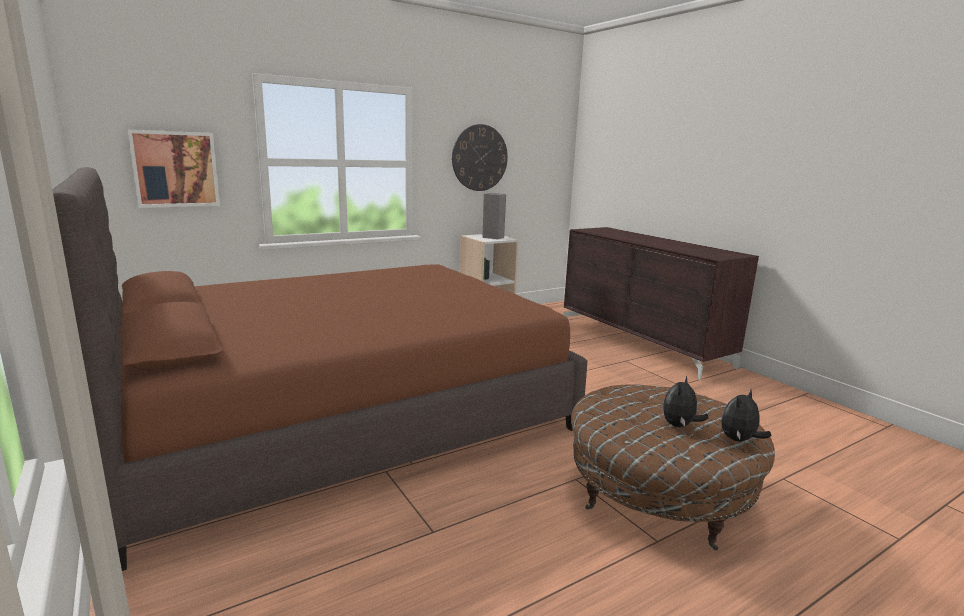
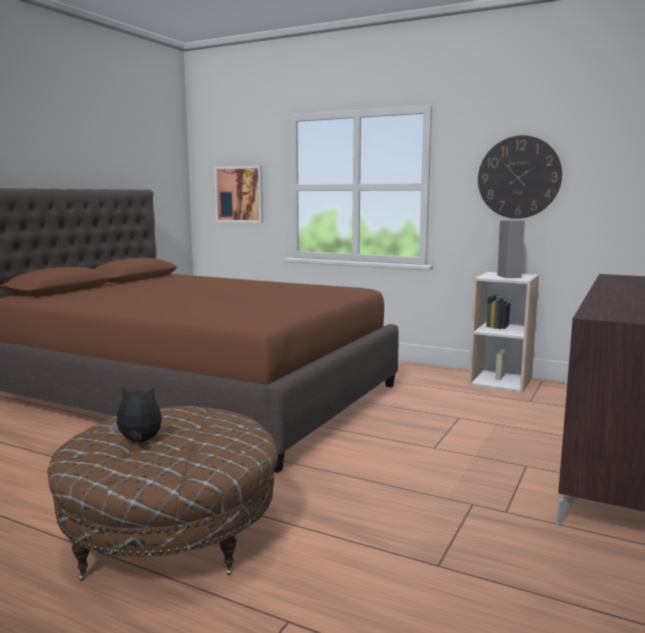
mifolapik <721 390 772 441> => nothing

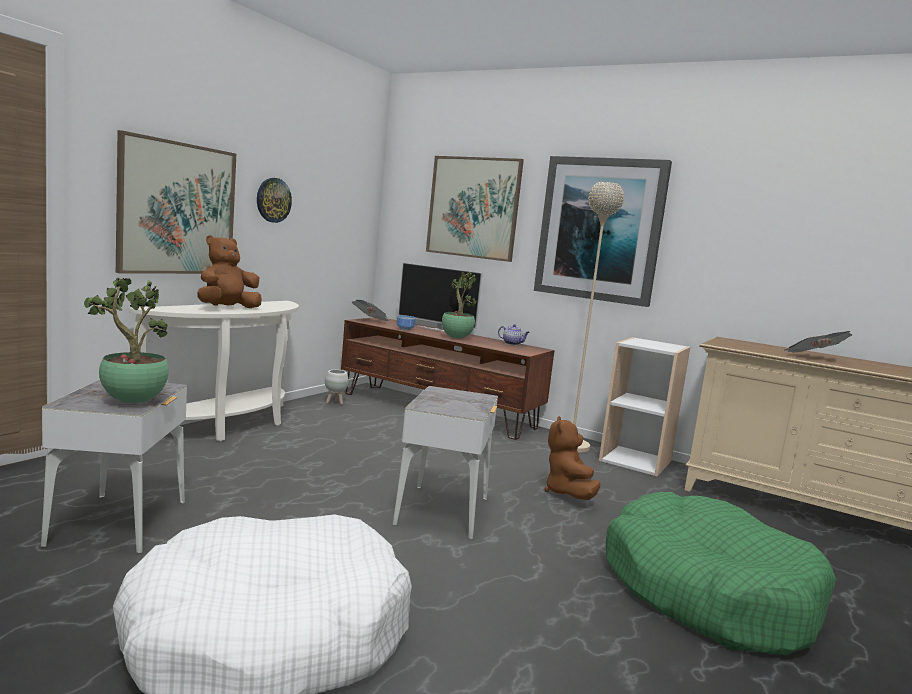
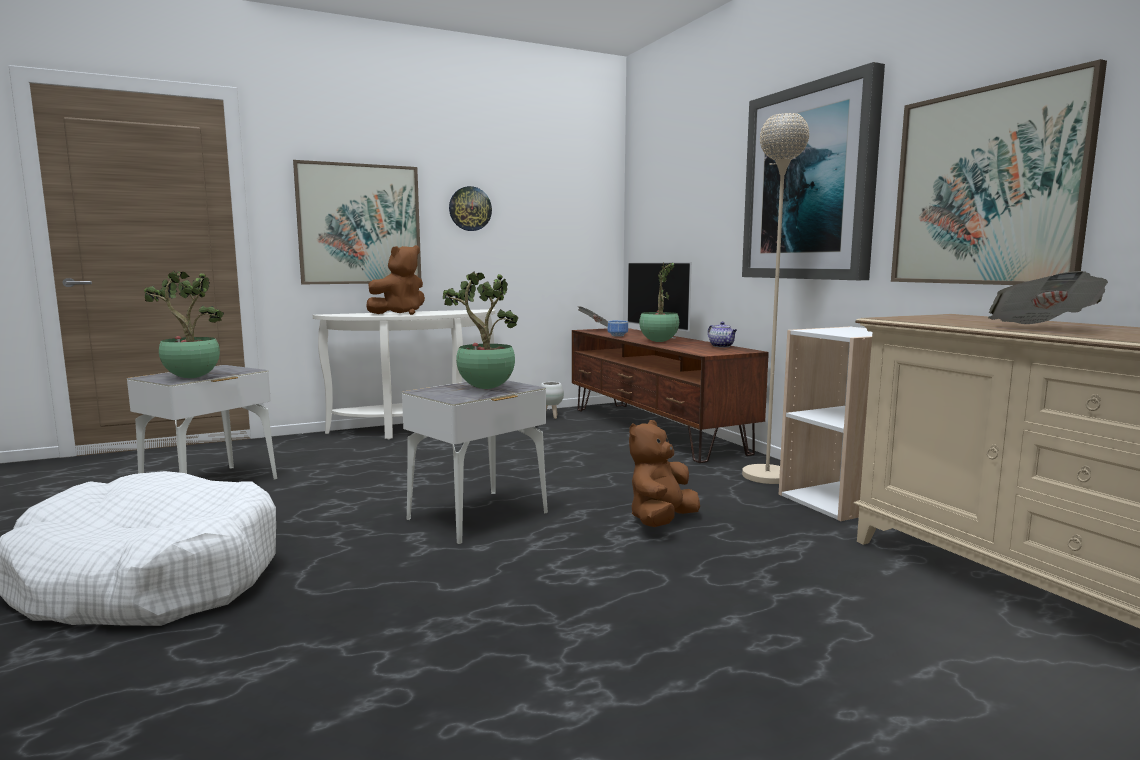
brown mifolapik <198 235 262 308> => brown mifolapik <366 245 425 315>, 150 degrees clockwise
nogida <426 156 524 262> => nogida <891 59 1107 285>, move
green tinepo <606 492 836 656> => nothing
nothing => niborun <443 272 518 389>

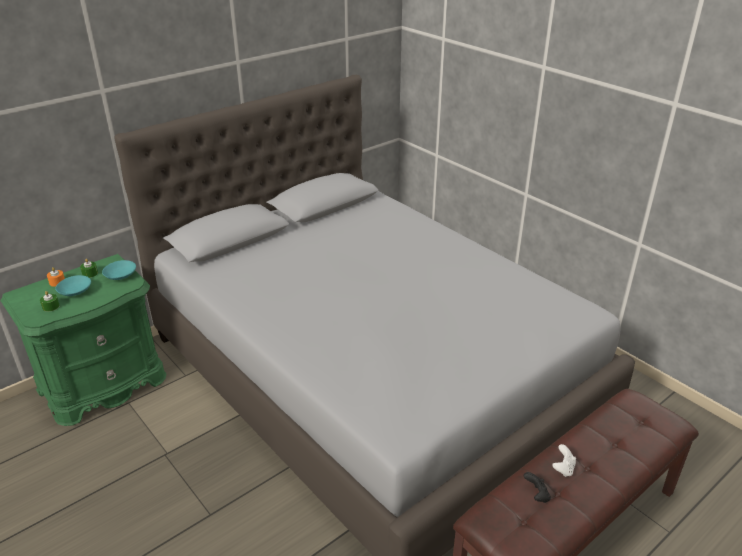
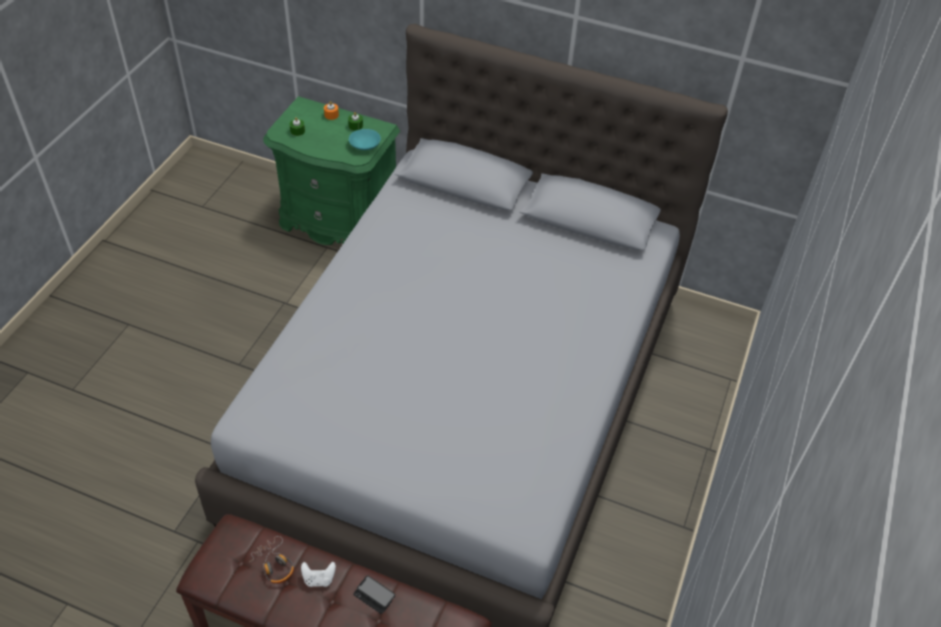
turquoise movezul <55 275 91 296> => nothing
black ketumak <524 472 551 503> => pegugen <248 536 294 584>
nothing => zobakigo <353 576 395 614>

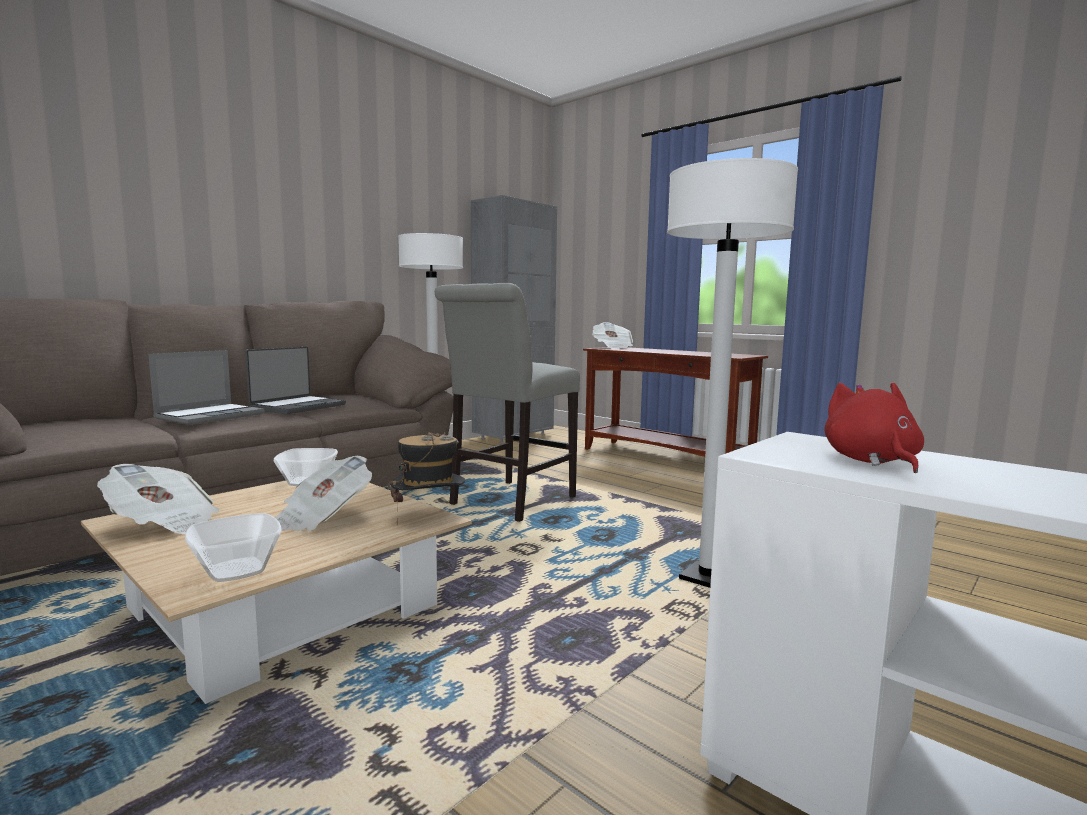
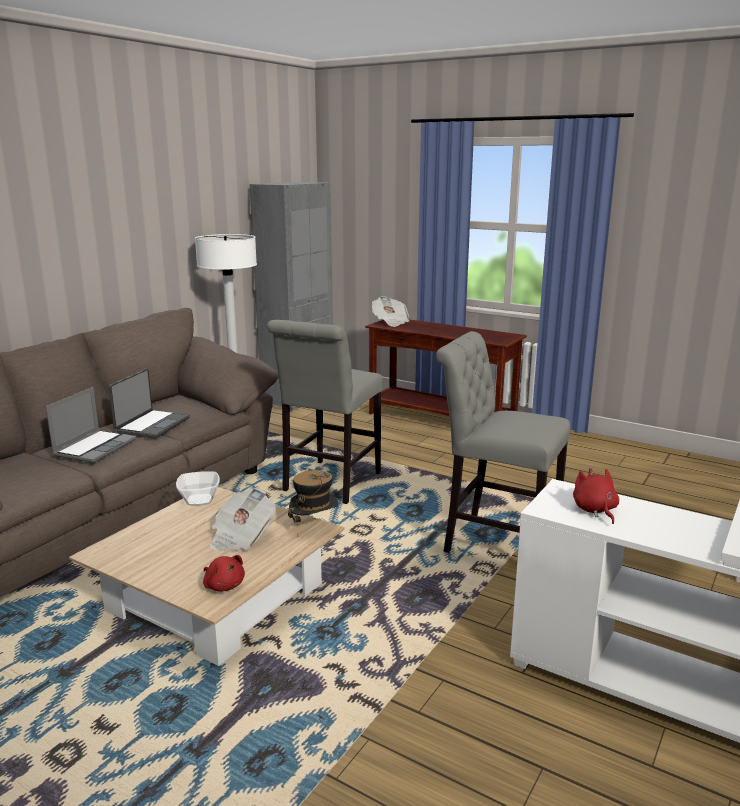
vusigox <97 464 220 534> => nothing
movezul <185 513 282 582> => red mifolapik <203 555 245 592>
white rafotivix <667 158 798 588> => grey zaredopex <436 331 570 553>

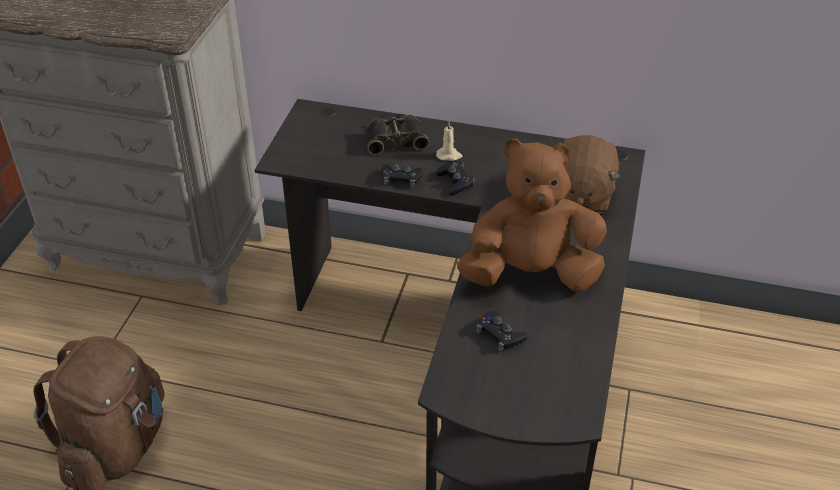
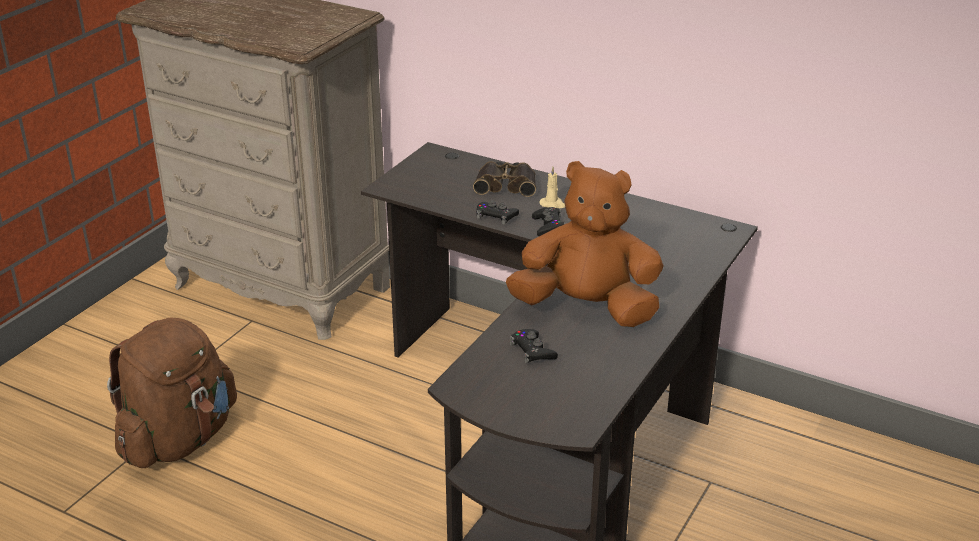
brown mifolapik <563 135 621 214> => nothing

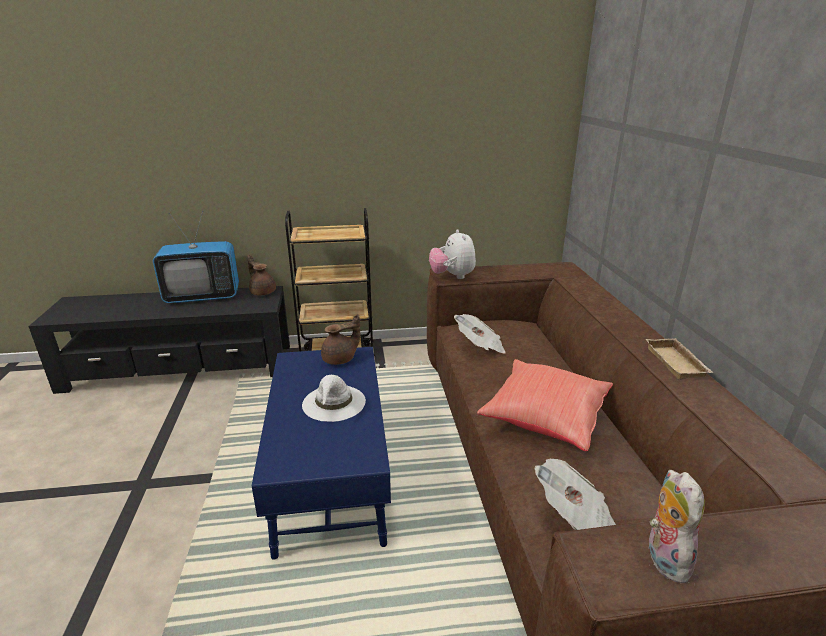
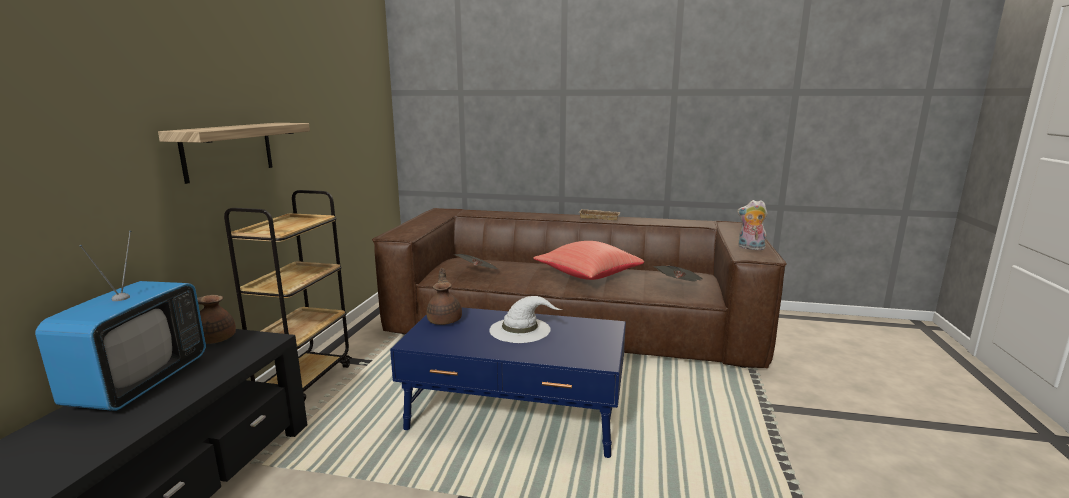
mifolapik <429 229 476 279> => nothing
nothing => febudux <158 123 310 184>

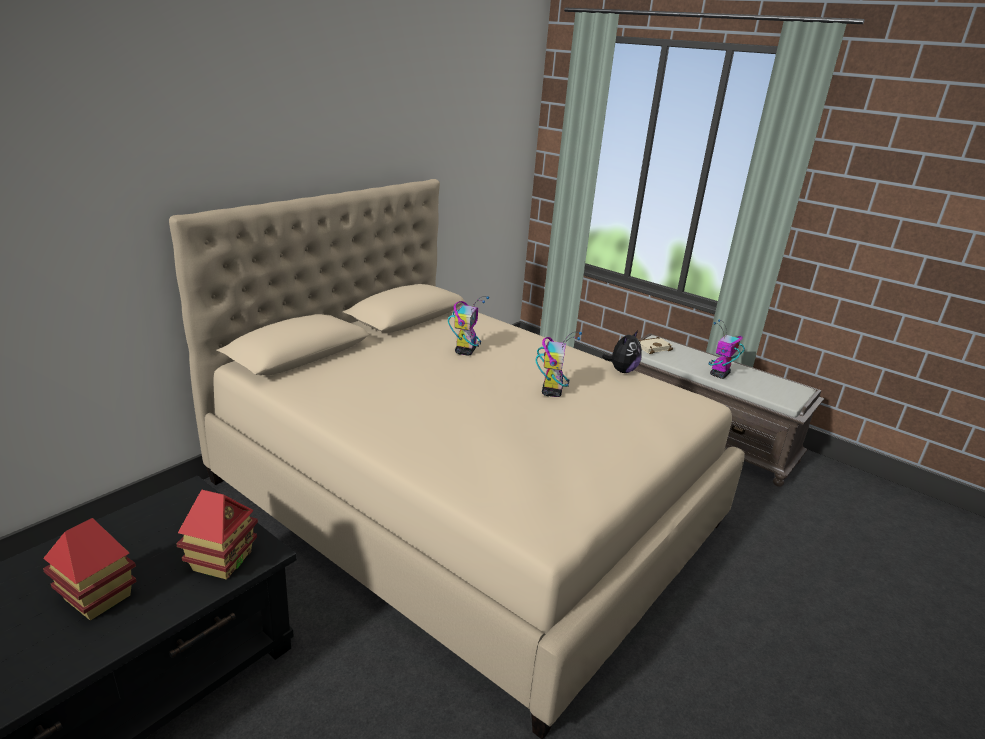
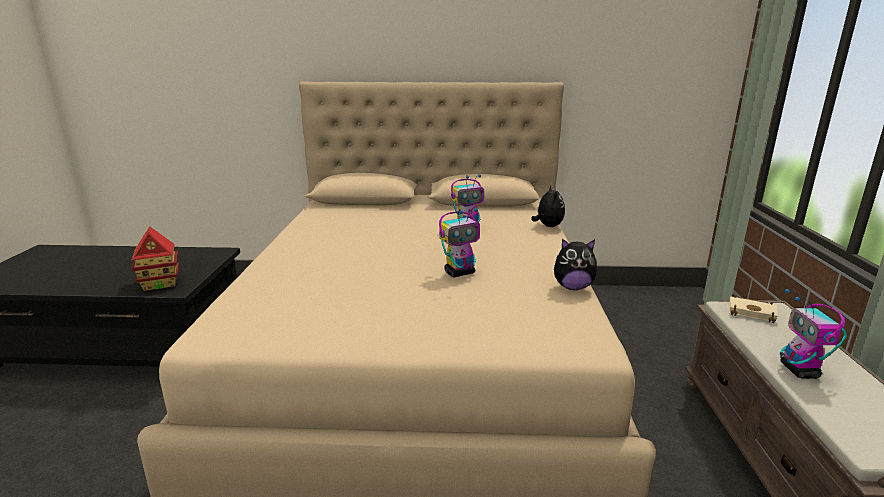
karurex <43 518 137 621> => nothing
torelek <708 319 745 379> => torelek <780 289 847 379>, 90 degrees counterclockwise
nothing => mifolapik <531 186 565 227>

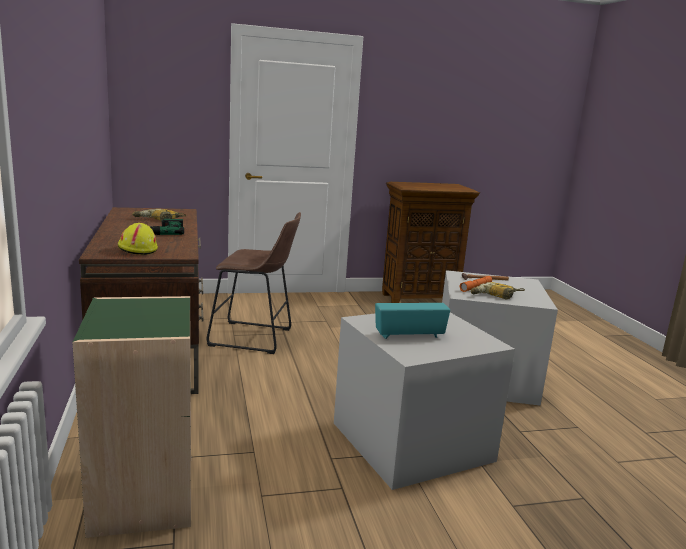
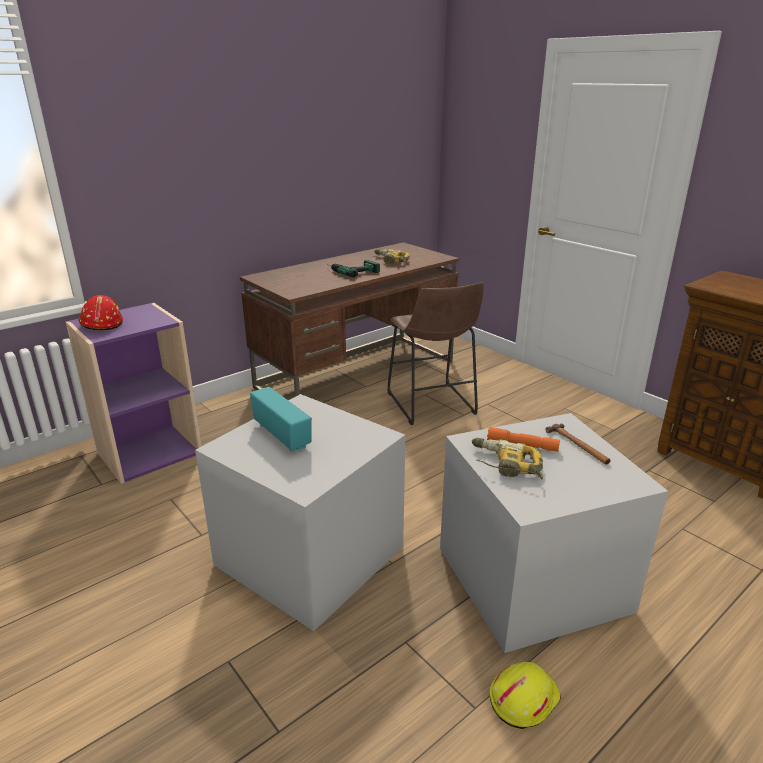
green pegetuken <72 296 191 538> => purple pegetuken <66 303 202 484>
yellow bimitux <118 223 158 255> => yellow bimitux <490 662 561 729>, move
nothing => red bimitux <79 295 123 330>

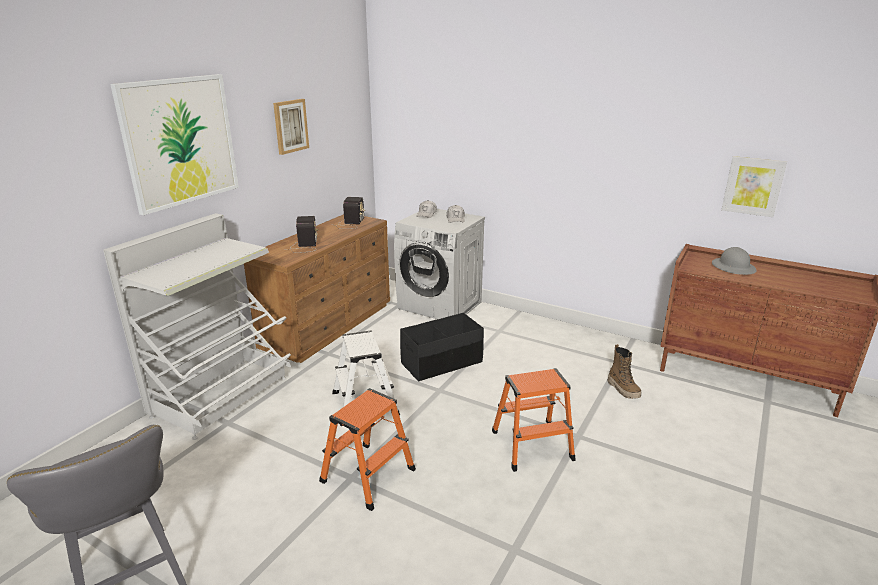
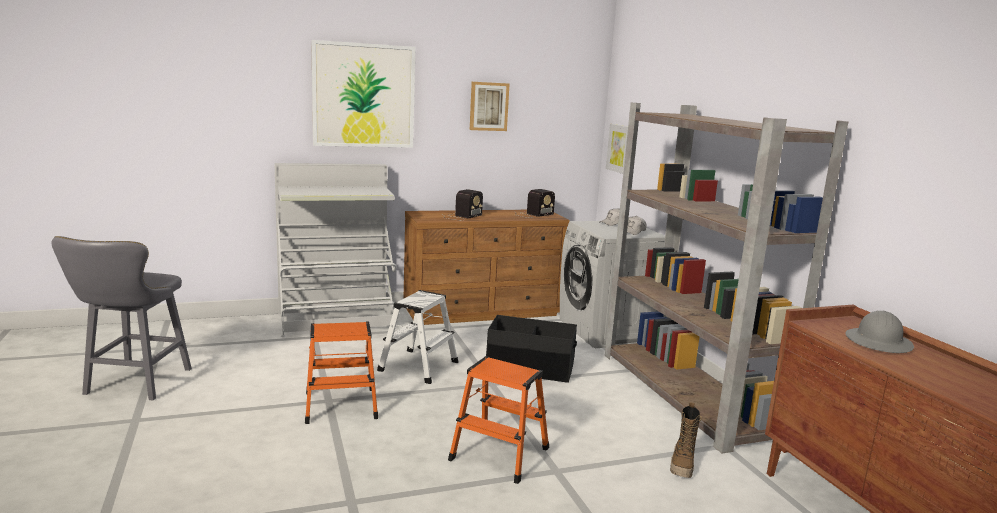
nogida <721 156 787 217> => nogida <606 124 628 174>, move
nothing => brown pegetuken <605 103 848 453>

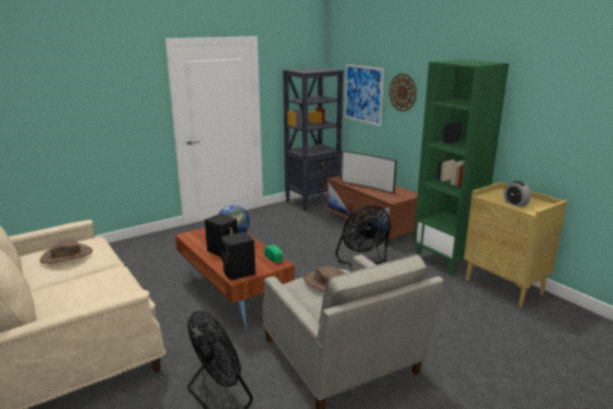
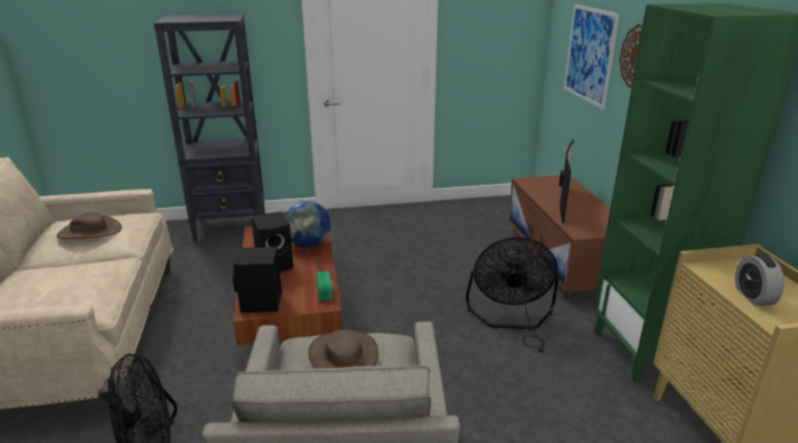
black pegetuken <283 68 344 211> => black pegetuken <154 14 265 242>, move
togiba <341 151 397 194> => togiba <559 139 574 223>, 135 degrees counterclockwise

